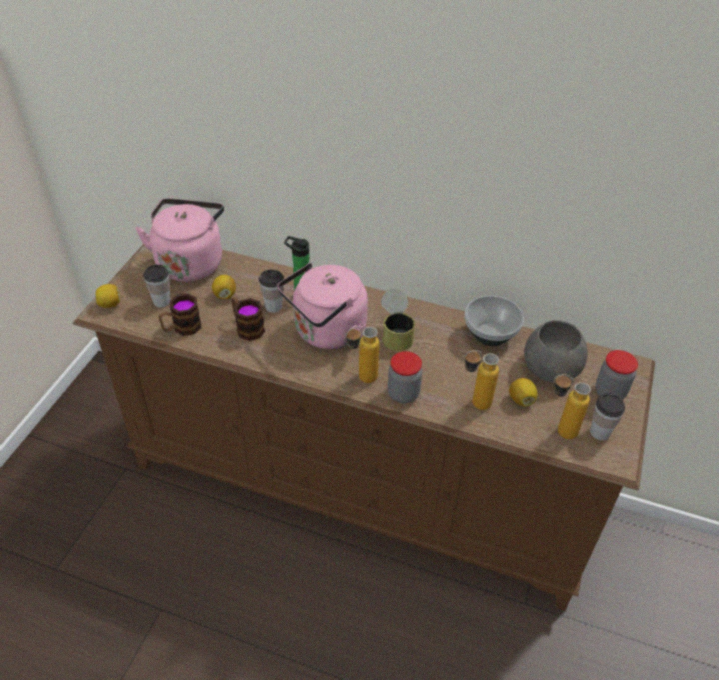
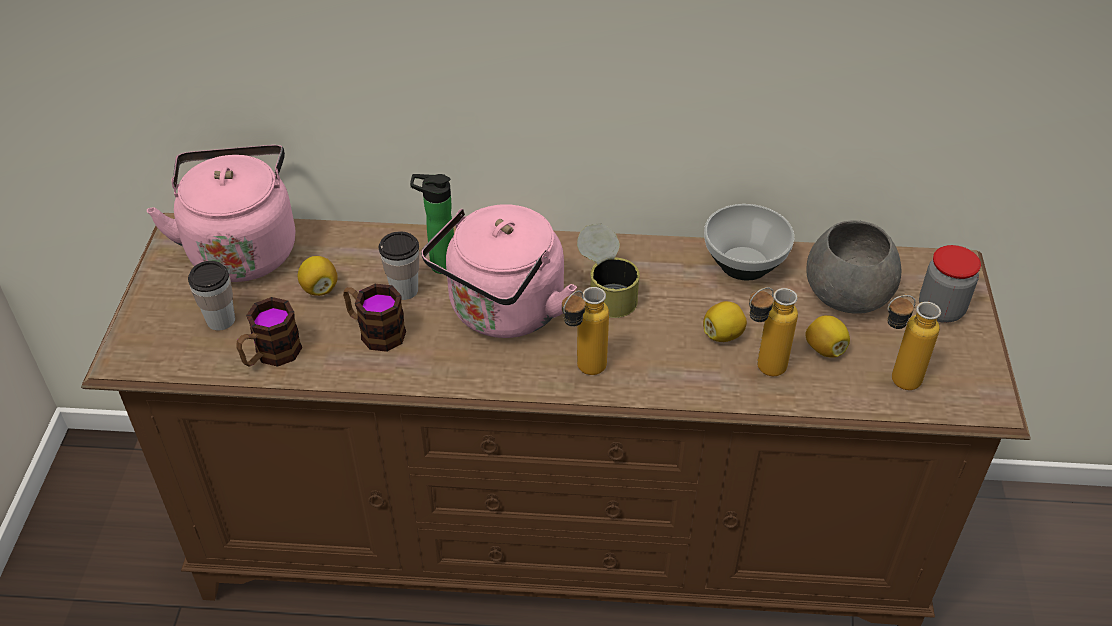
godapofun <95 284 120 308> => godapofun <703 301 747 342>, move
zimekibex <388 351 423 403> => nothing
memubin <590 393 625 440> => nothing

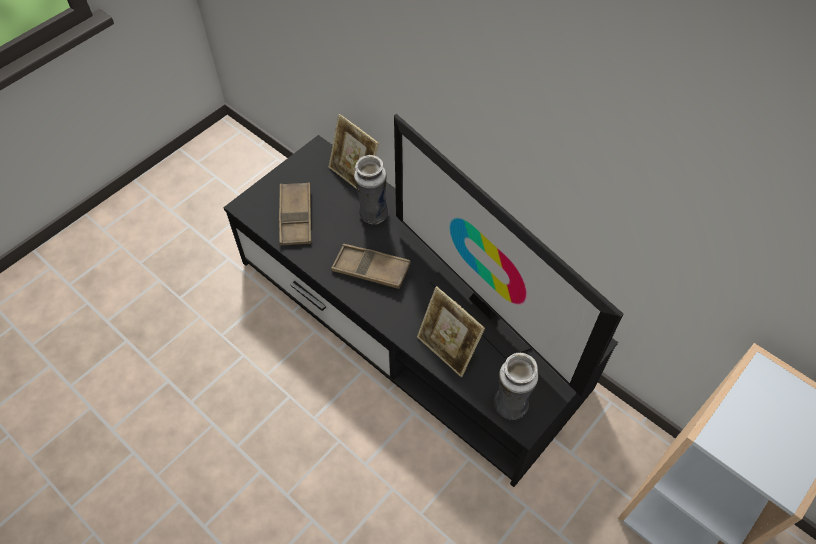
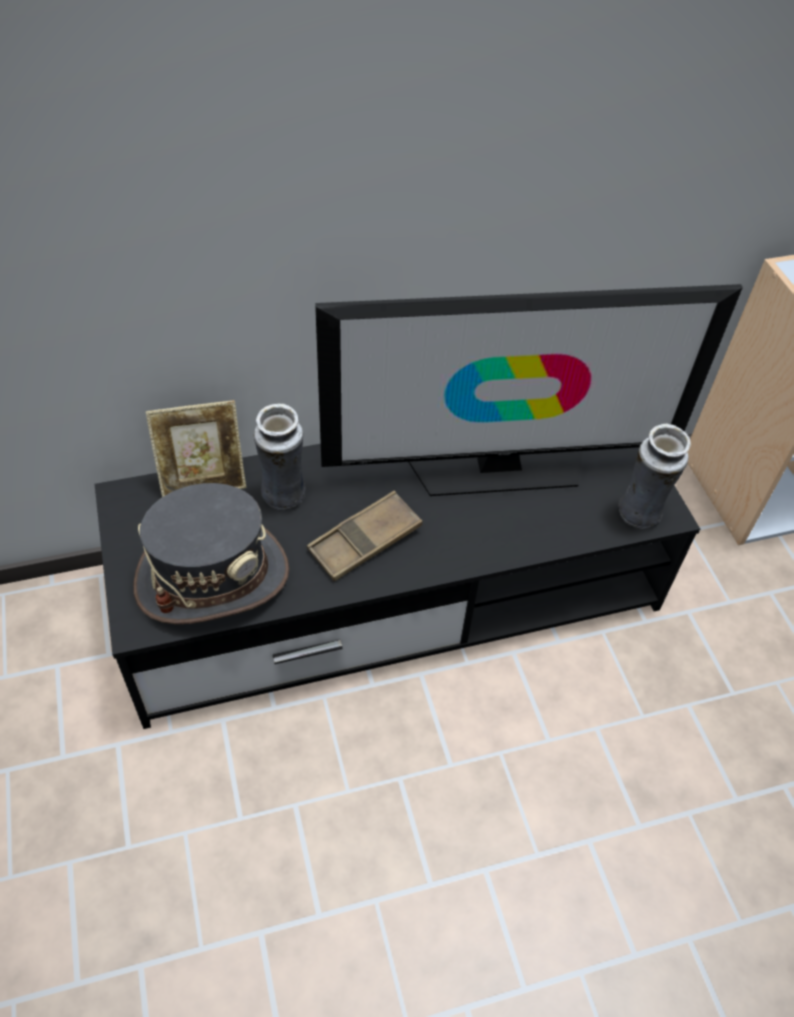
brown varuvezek <279 182 312 246> => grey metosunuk <133 483 289 624>
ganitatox <417 286 485 377> => nothing

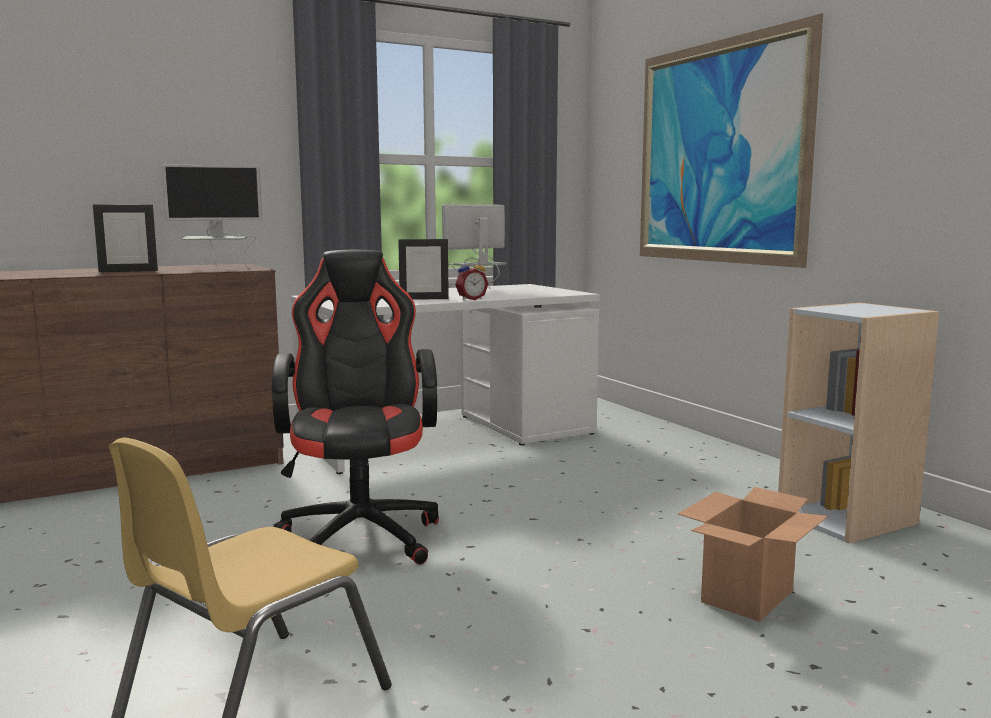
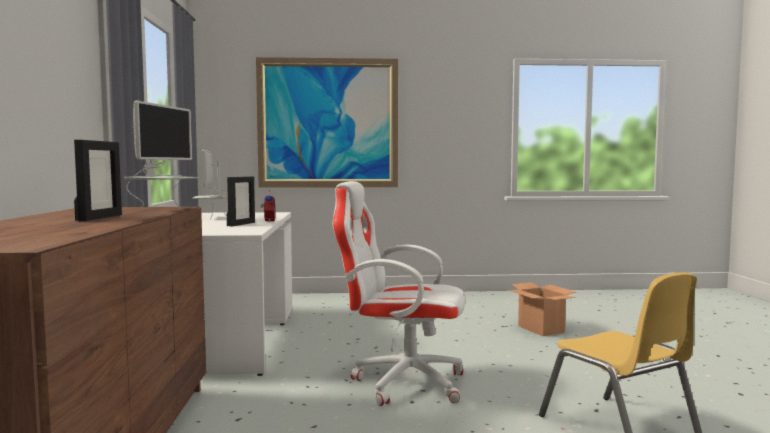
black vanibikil <272 250 439 564> => white vanibikil <333 181 465 406>
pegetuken <778 303 939 543> => nothing

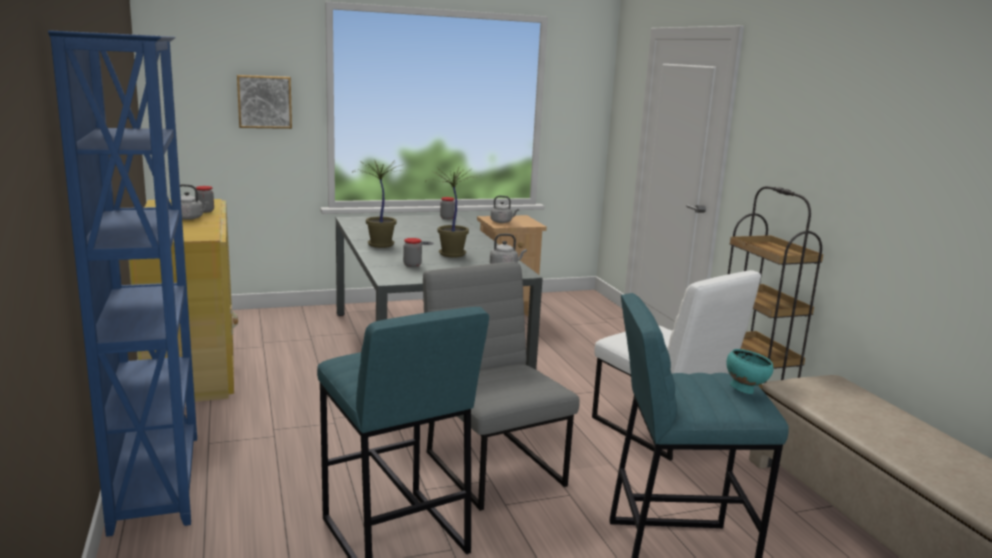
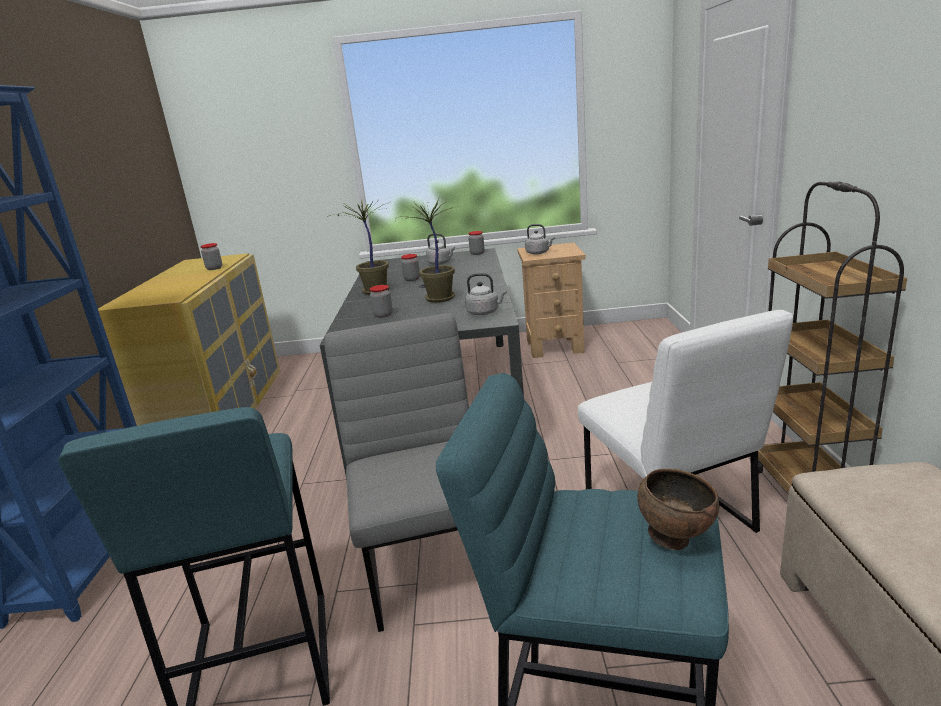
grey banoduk <180 184 209 220> => grey banoduk <426 233 455 265>, move
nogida <237 75 292 129> => nothing
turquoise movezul <726 349 773 394> => brown movezul <637 469 719 550>
nothing => zimekibex <401 254 420 281>

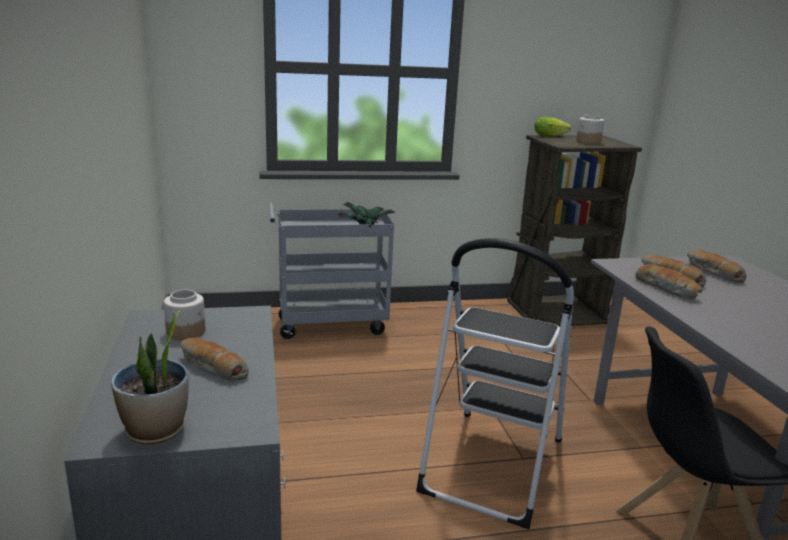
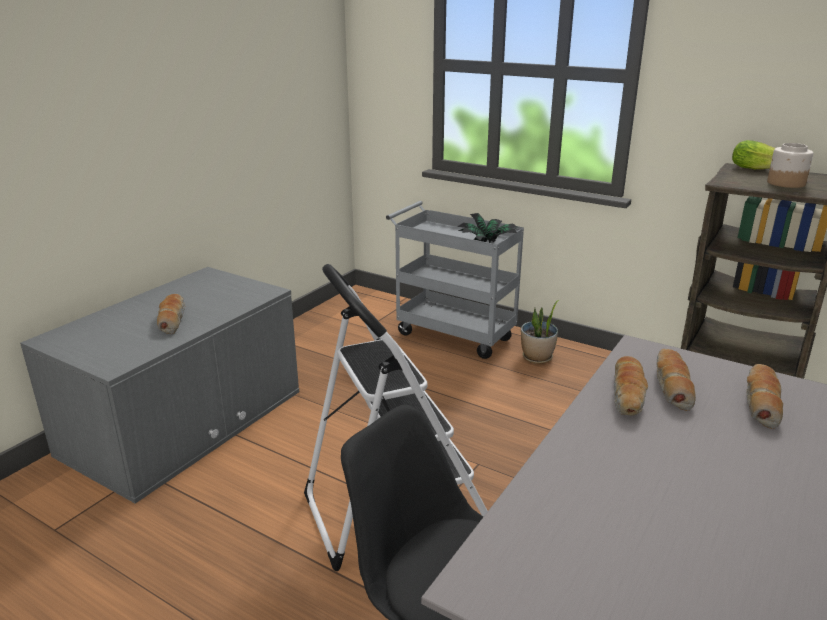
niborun <111 310 189 445> => niborun <521 300 559 364>, move
zimekibex <164 290 205 340> => nothing

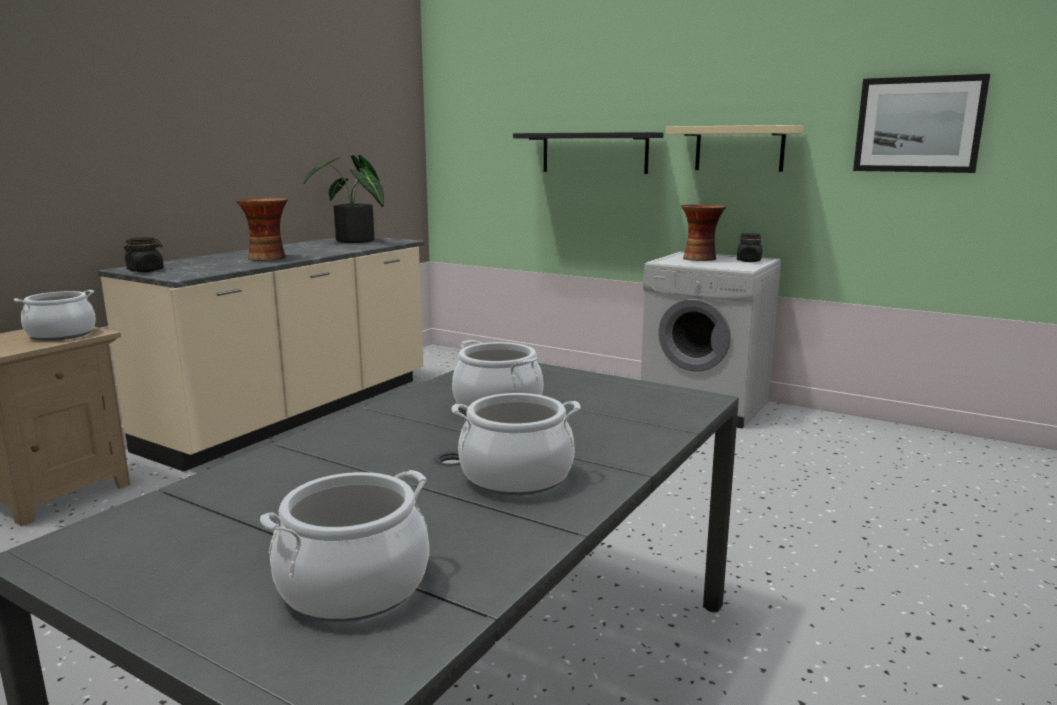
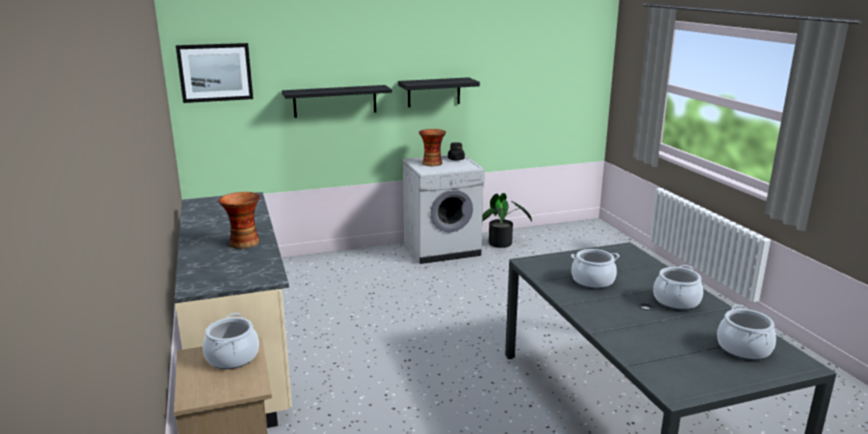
black zimekibex <124 237 164 272> => nothing
niborun <304 155 384 243> => niborun <482 193 532 248>, move
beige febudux <665 125 804 172> => black febudux <398 77 480 107>
nogida <853 74 990 173> => nogida <176 43 253 103>, move

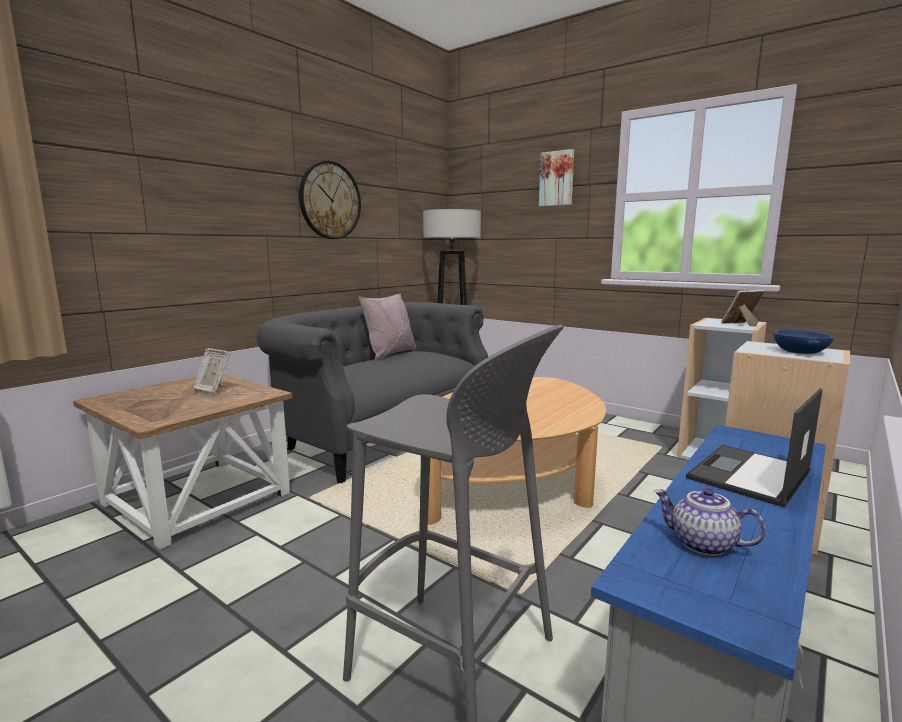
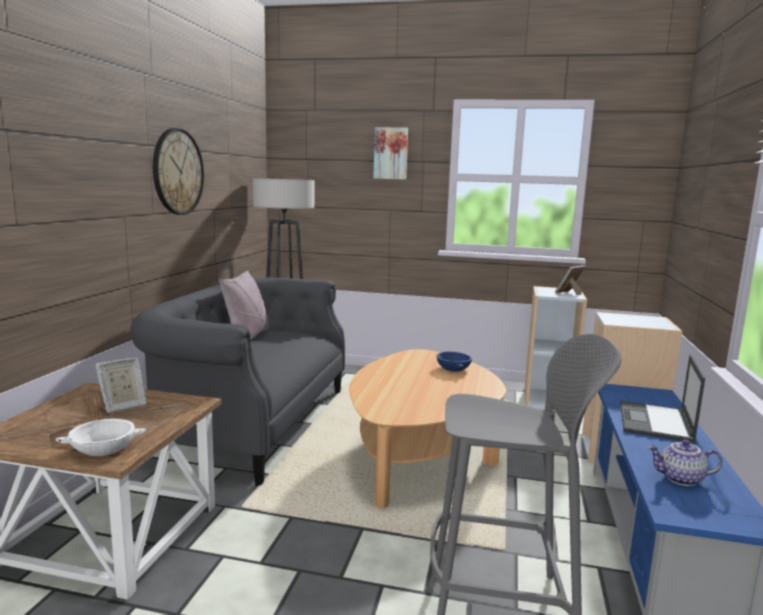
ganitatox <193 348 231 394> => ganitatox <95 358 147 413>, 45 degrees counterclockwise
blue movezul <773 330 834 354> => blue movezul <437 351 472 371>, move
nothing => white movezul <55 419 147 456>

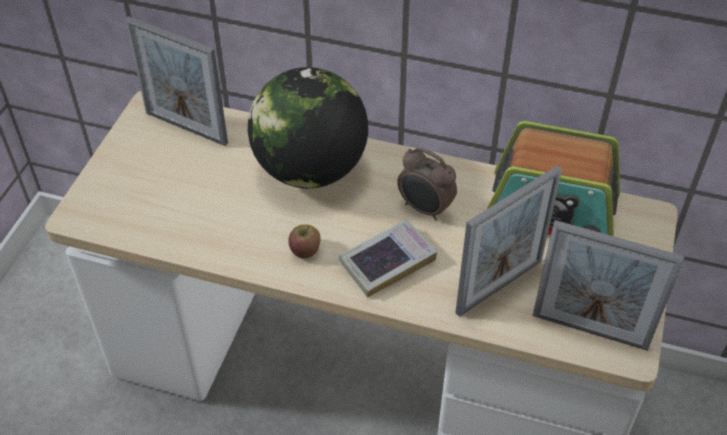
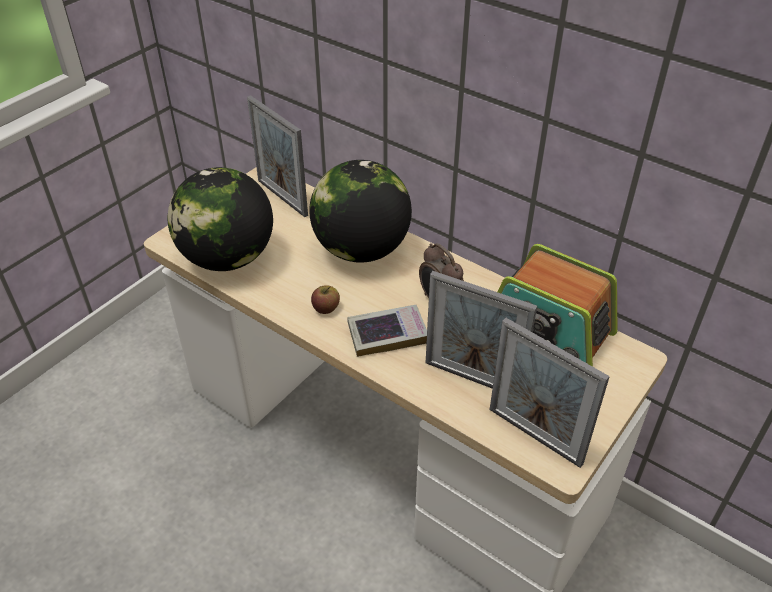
ganitatox <455 165 562 317> => ganitatox <426 271 537 389>, 45 degrees clockwise
nothing => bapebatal <168 167 273 271>

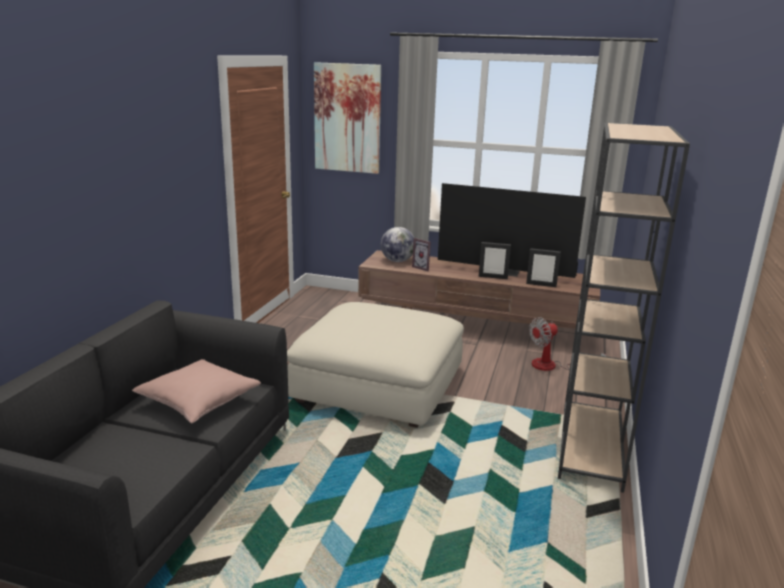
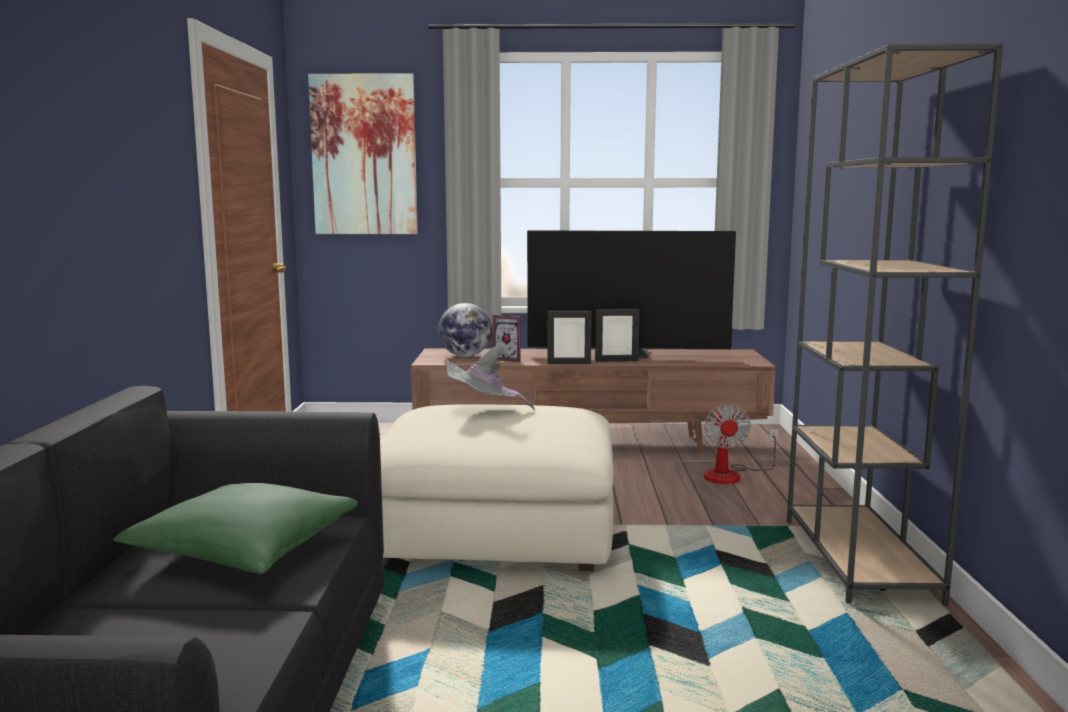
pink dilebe <132 359 261 423> => green dilebe <113 483 358 574>
ganitatox <526 248 561 287> => ganitatox <547 311 592 364>, move
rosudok <529 317 606 371> => rosudok <704 404 779 484>, 45 degrees counterclockwise
nothing => grey metosunuk <447 344 535 411>

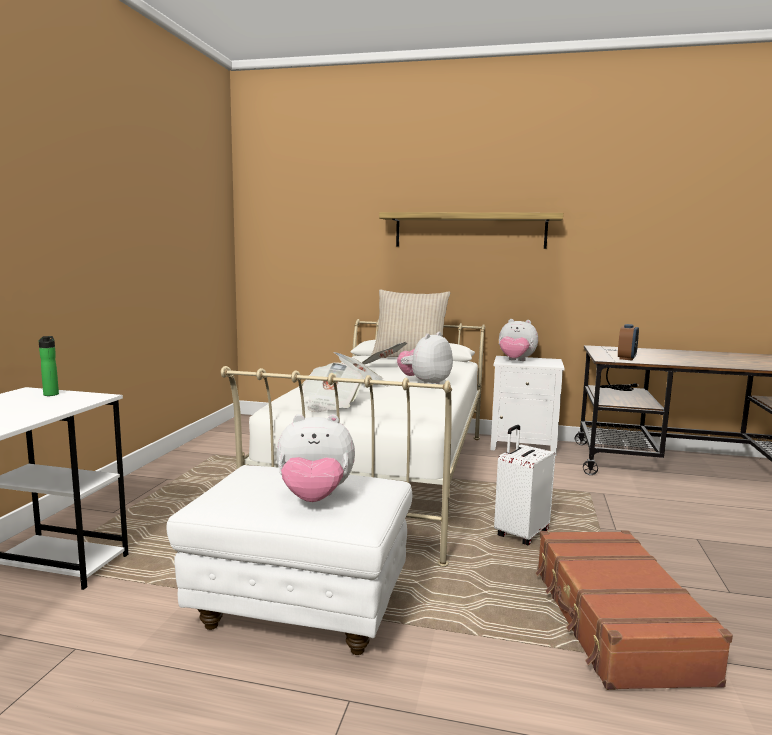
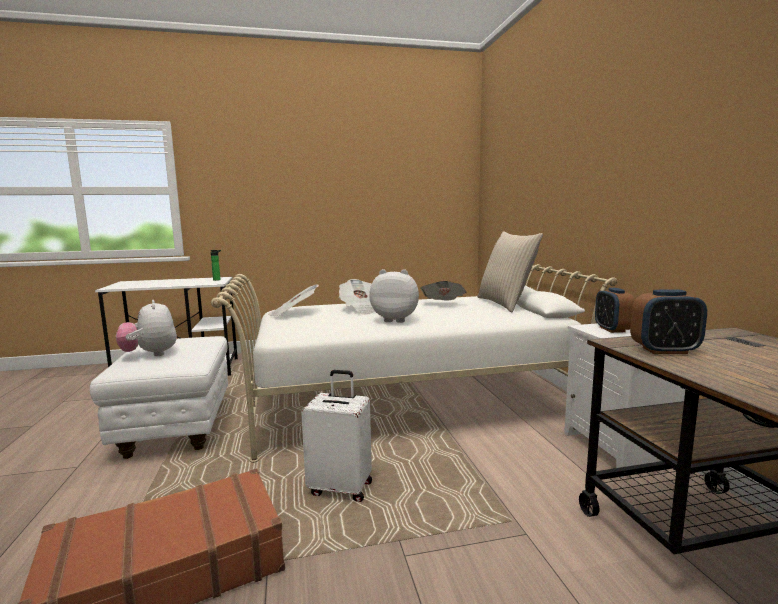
febudux <379 212 563 249> => nothing
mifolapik <499 319 538 361> => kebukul <595 288 635 333>

